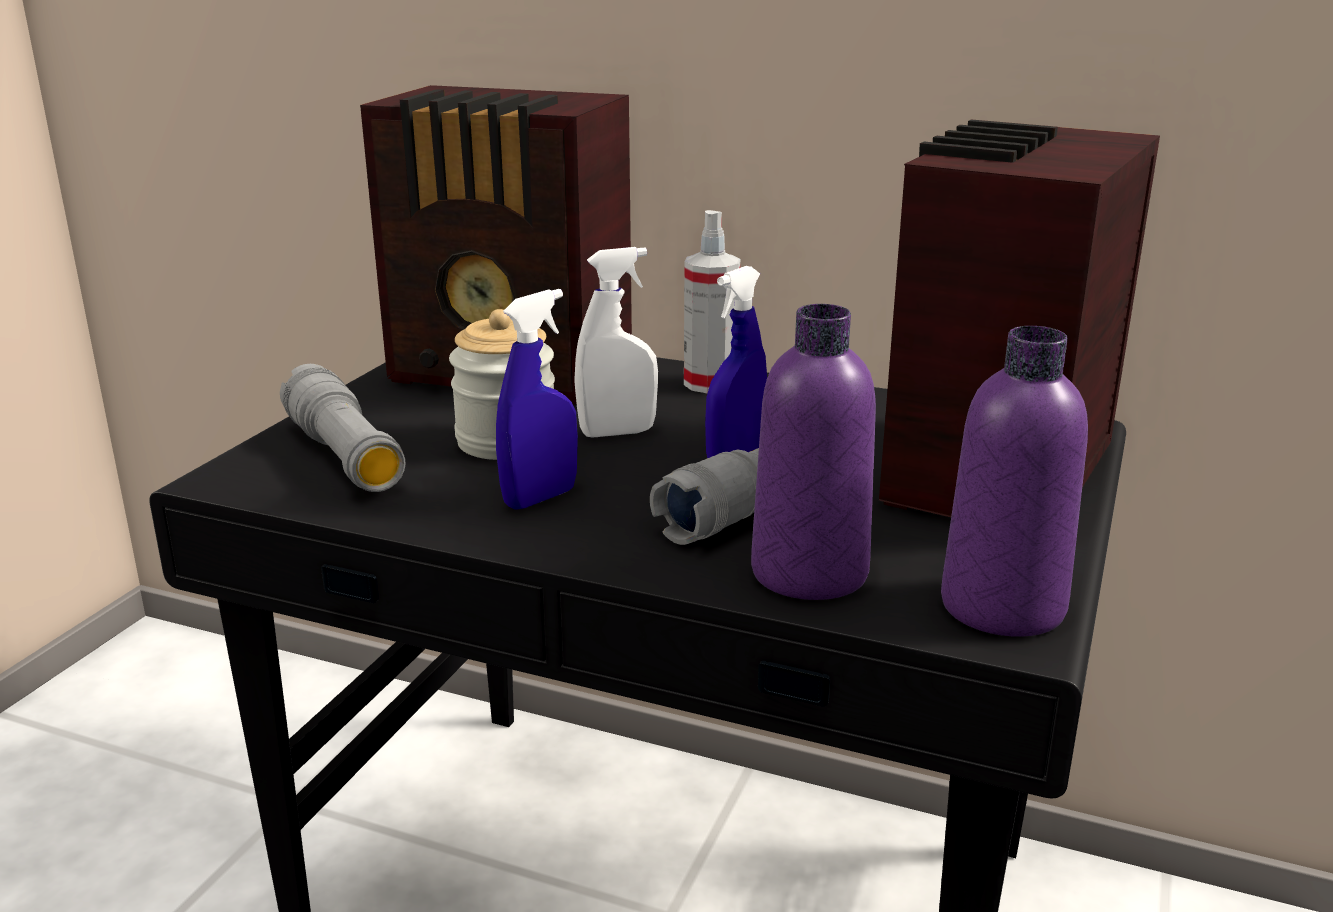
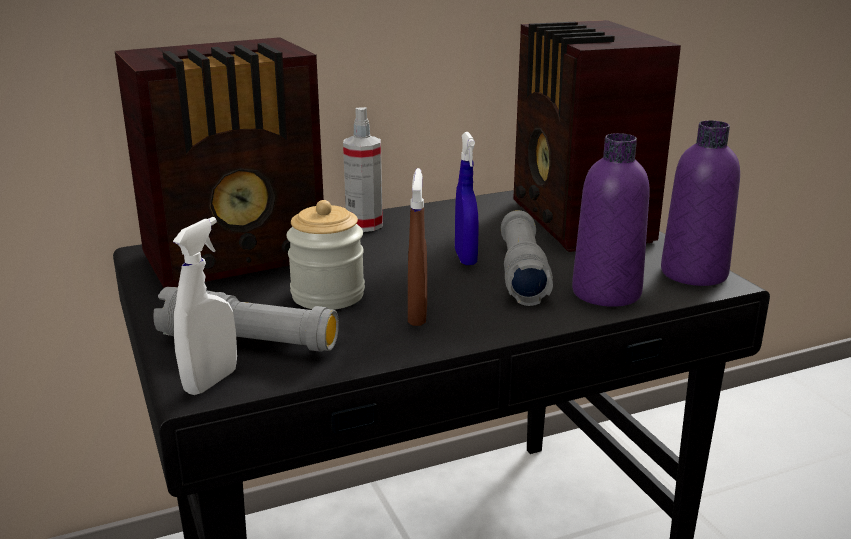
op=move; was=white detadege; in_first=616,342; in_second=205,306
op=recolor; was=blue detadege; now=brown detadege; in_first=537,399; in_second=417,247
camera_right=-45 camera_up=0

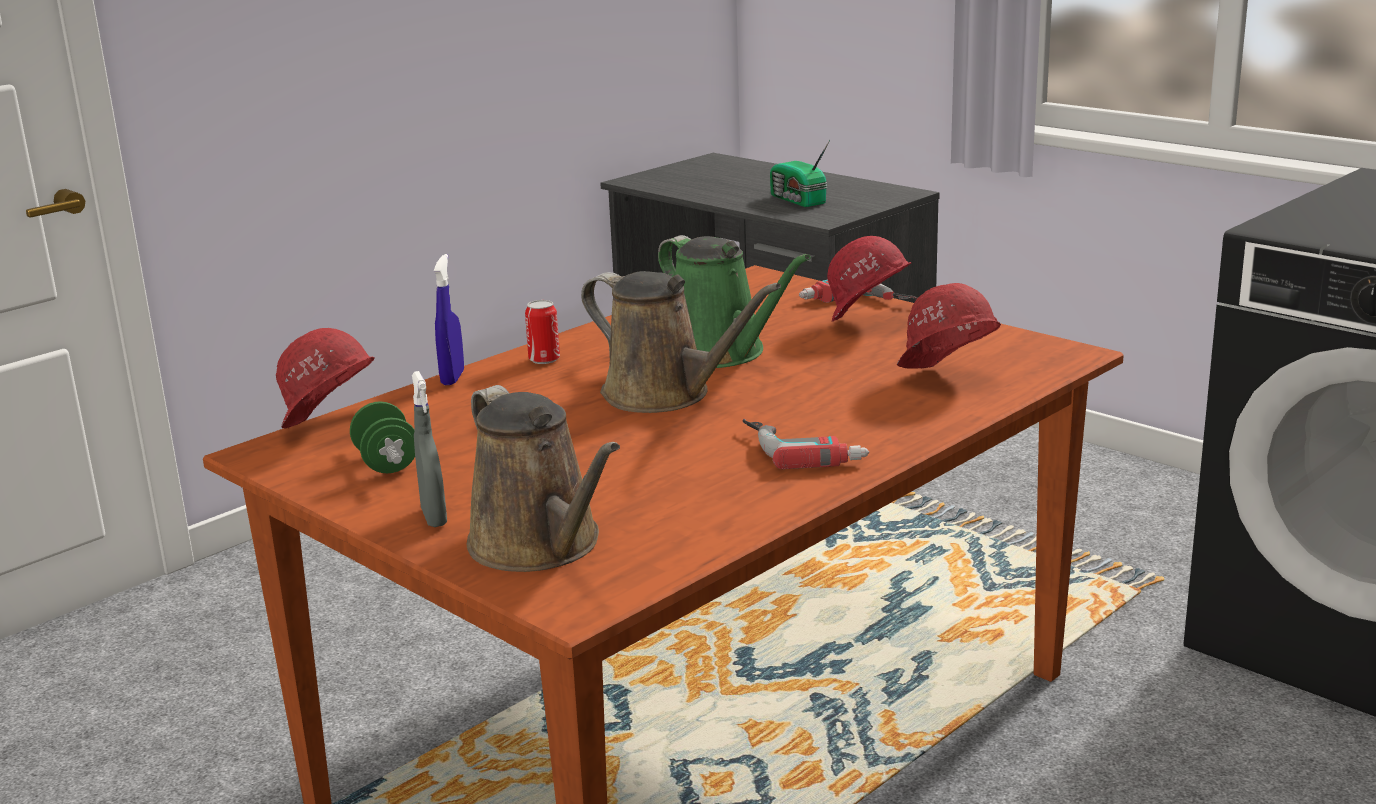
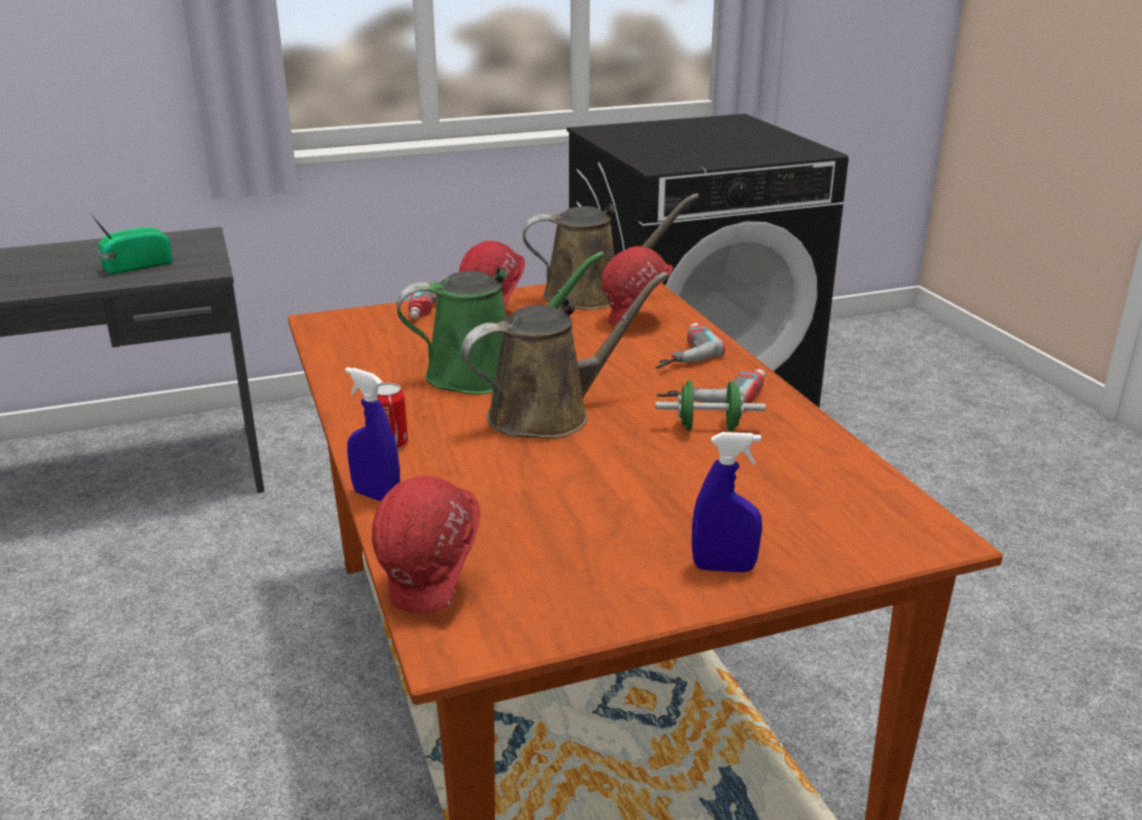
op=rotate; was=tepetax; in_first=800,173; in_second=131,243; clockwise=150
op=move; was=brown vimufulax; in_first=543,478; in_second=611,252
op=move; was=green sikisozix; in_first=382,437; in_second=710,405
op=insert; now=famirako; in_second=690,346
op=recolor; was=grey detadege; now=blue detadege; in_first=429,449; in_second=727,502
camera_right=-65 camera_up=5

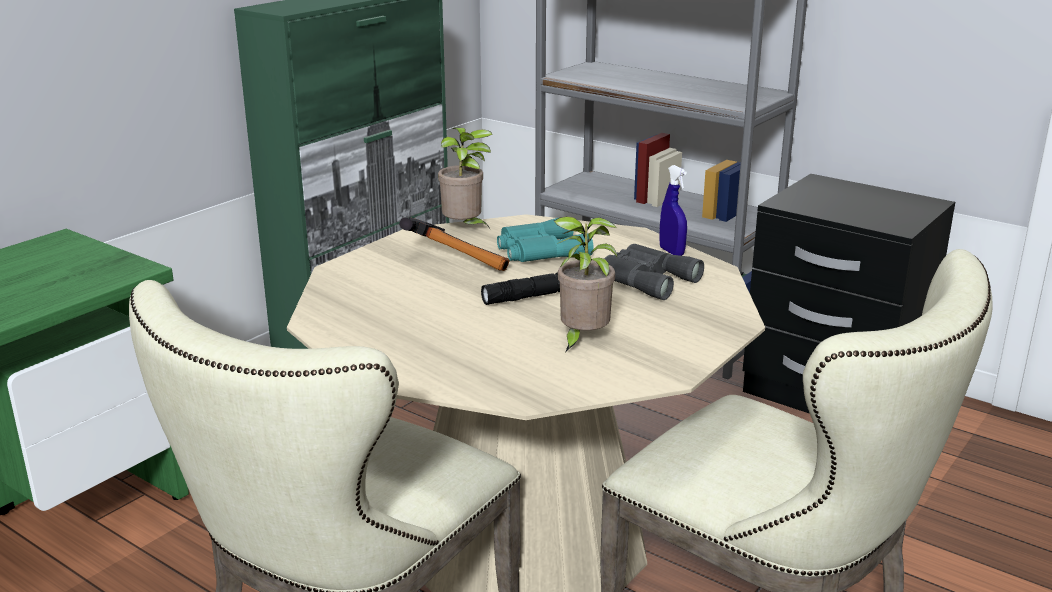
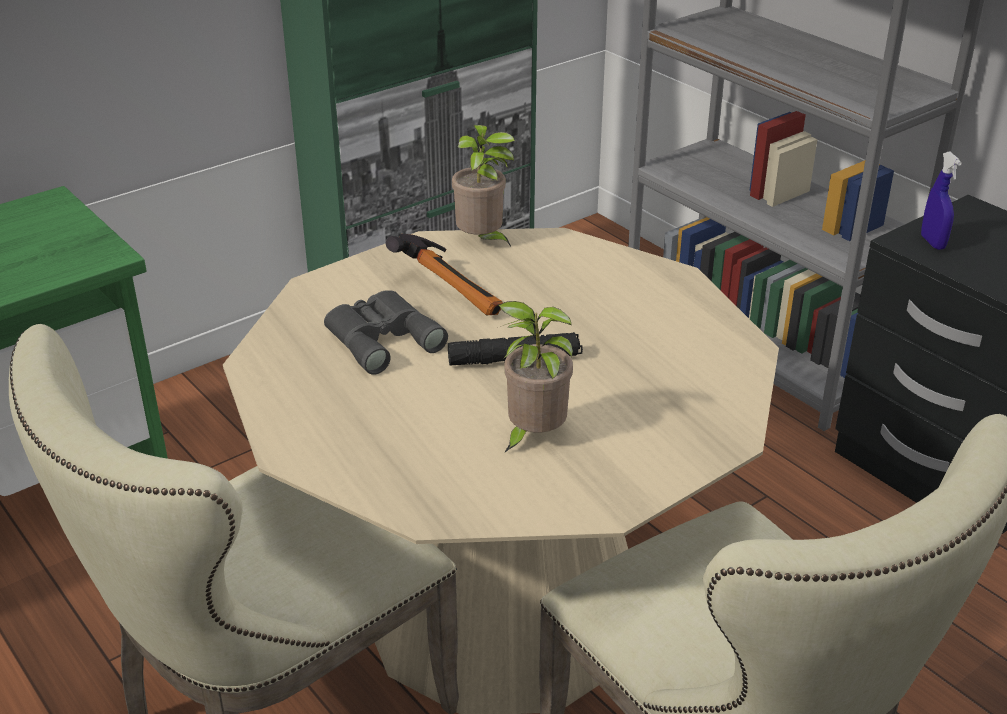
op=move; was=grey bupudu; in_first=654,272; in_second=386,332
op=move; was=blue detadege; in_first=673,210; in_second=941,201
op=delete; was=turquoise bupudu; in_first=545,239
camera_right=15 camera_up=10

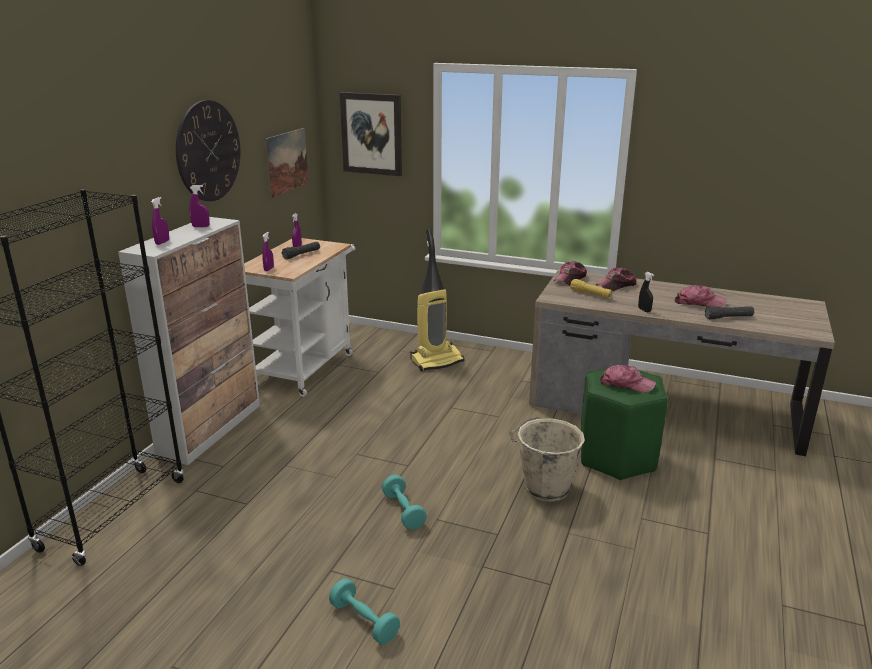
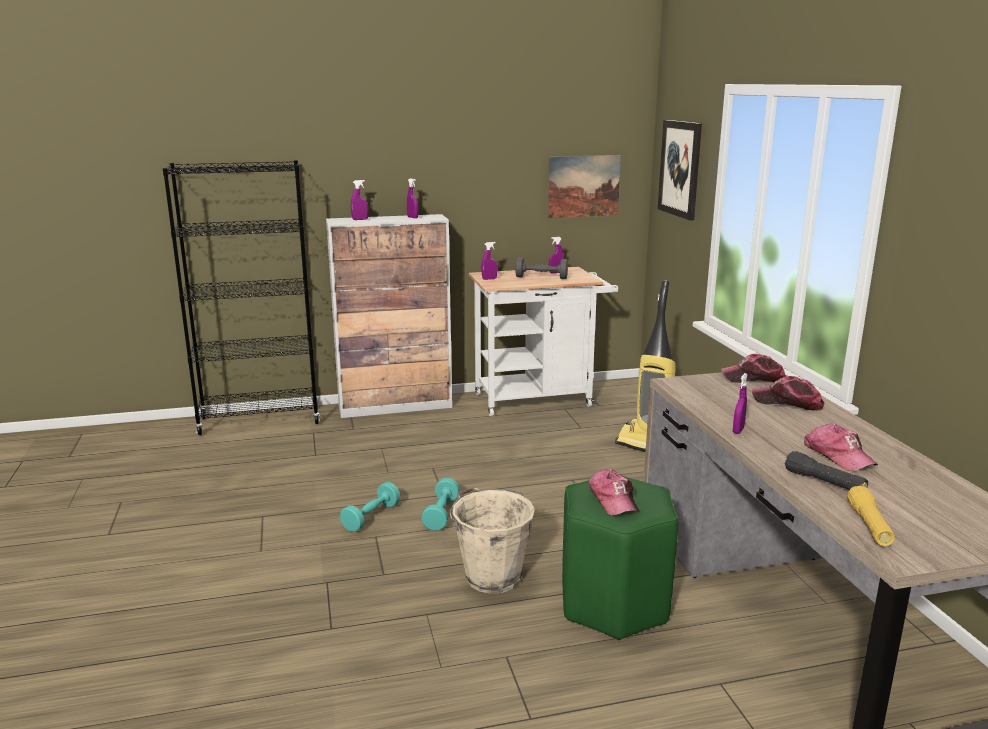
op=move; was=turquoise sikisozix; in_first=364,612; in_second=440,504
op=replace; was=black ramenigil; now=grey sikisozix; in_first=301,250; in_second=541,268
op=recolor; was=black detadege; now=purple detadege; in_first=646,292; in_second=740,403
op=move; was=yellow ramenigil; in_first=591,289; in_second=871,516
op=delete; was=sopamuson; in_first=208,150
camera_right=55 camera_up=-5

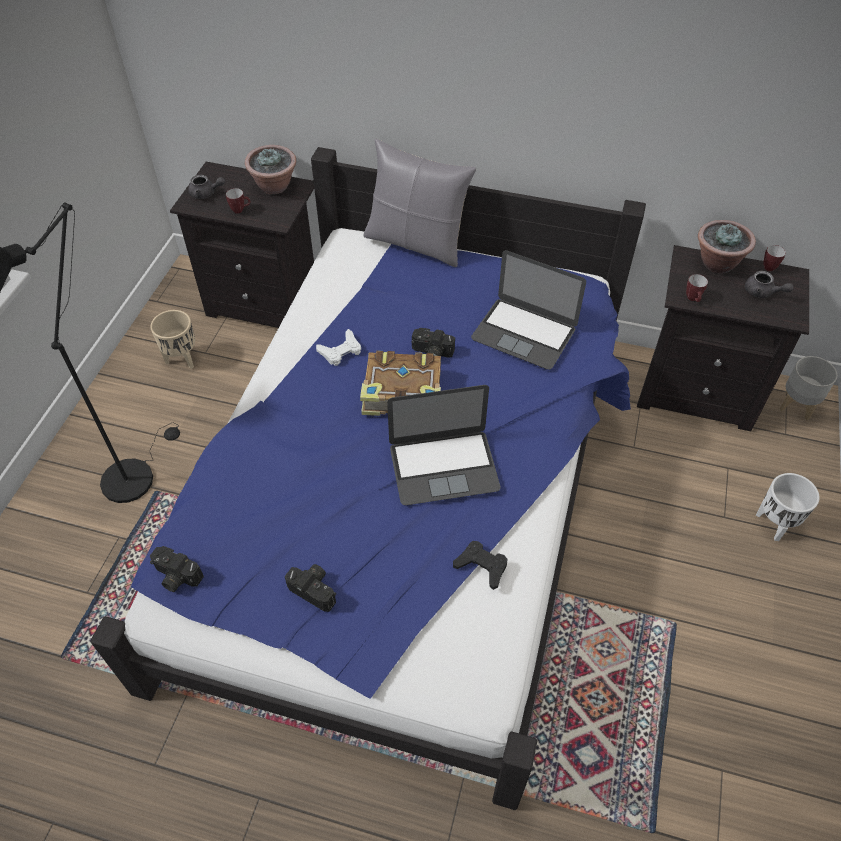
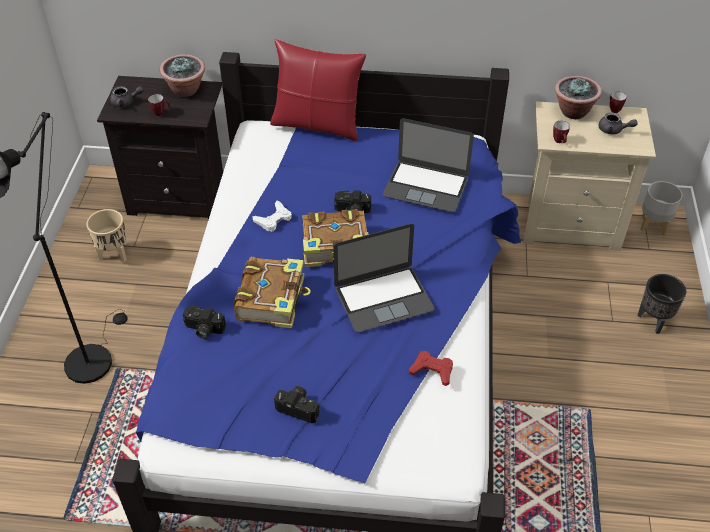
op=move; was=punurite; in_first=177,569; in_second=204,322
op=insert; now=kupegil; in_second=272,292
op=recolor; was=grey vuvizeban; now=red vuvizeban; in_first=419,203; in_second=318,90
op=recolor; was=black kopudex; now=red kopudex; in_first=480,565; in_second=431,368
op=recolor; was=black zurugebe; now=beige zurugebe; in_first=723,338; in_second=589,176
op=recolor; was=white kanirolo; now=black kanirolo; in_first=787,507; in_second=661,304
camera_right=-10 camera_up=-5

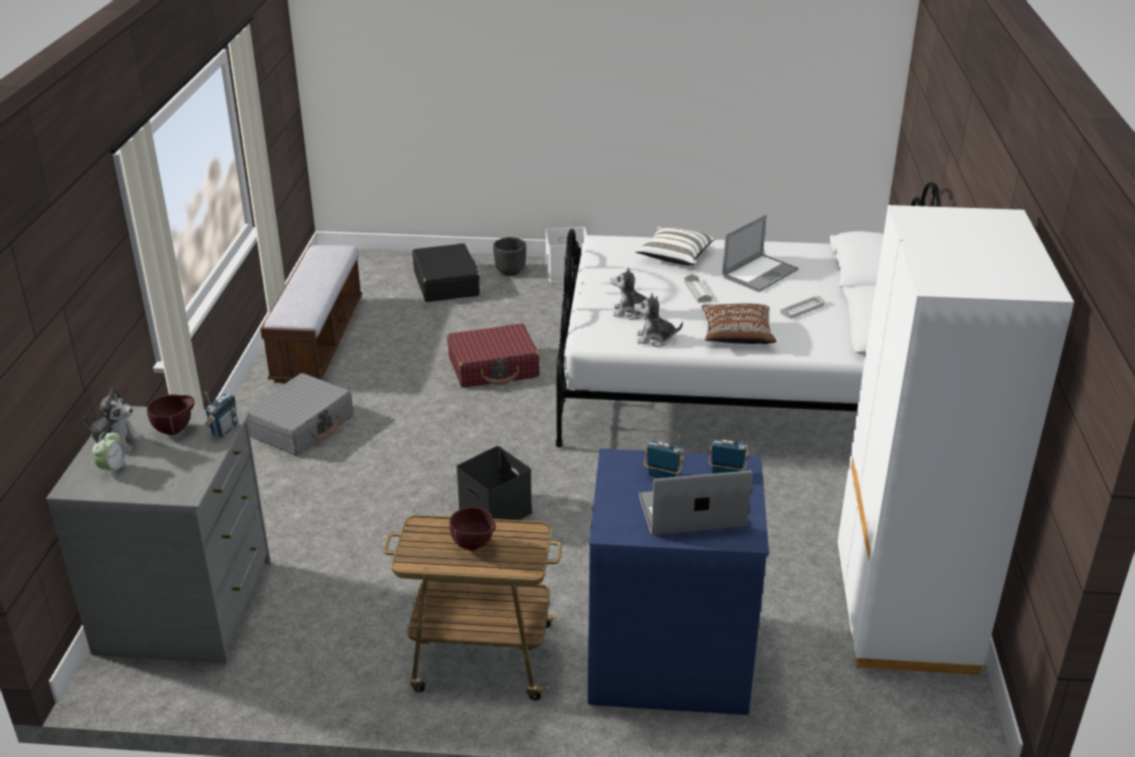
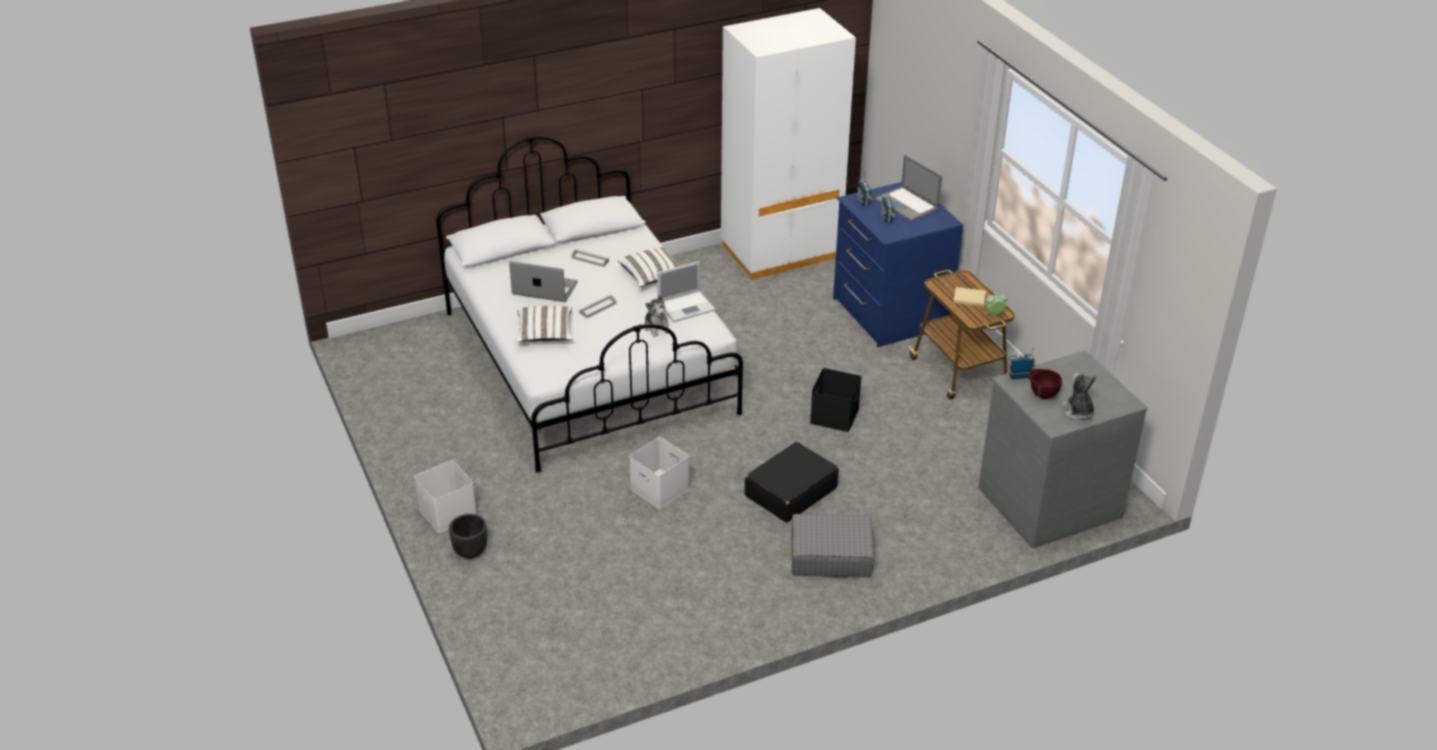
op=recolor; was=brown vuvizeban; now=white vuvizeban; in_first=739,323; in_second=648,267
op=replace; was=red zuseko; now=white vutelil; in_first=493,355; in_second=659,473
op=replace; was=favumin; now=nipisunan; in_first=658,320; in_second=686,291
op=move; was=black zuseko; in_first=446,272; in_second=792,482
op=replace; was=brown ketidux; now=beige kupegil; in_first=472,528; in_second=969,297
op=move; was=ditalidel; in_first=110,455; in_second=996,304
op=delete; was=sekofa; in_first=311,314
camera_right=-120 camera_up=5

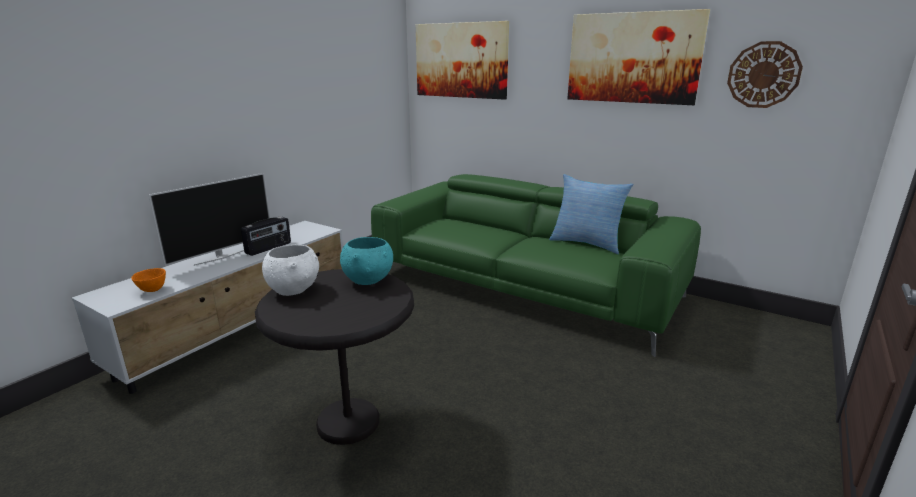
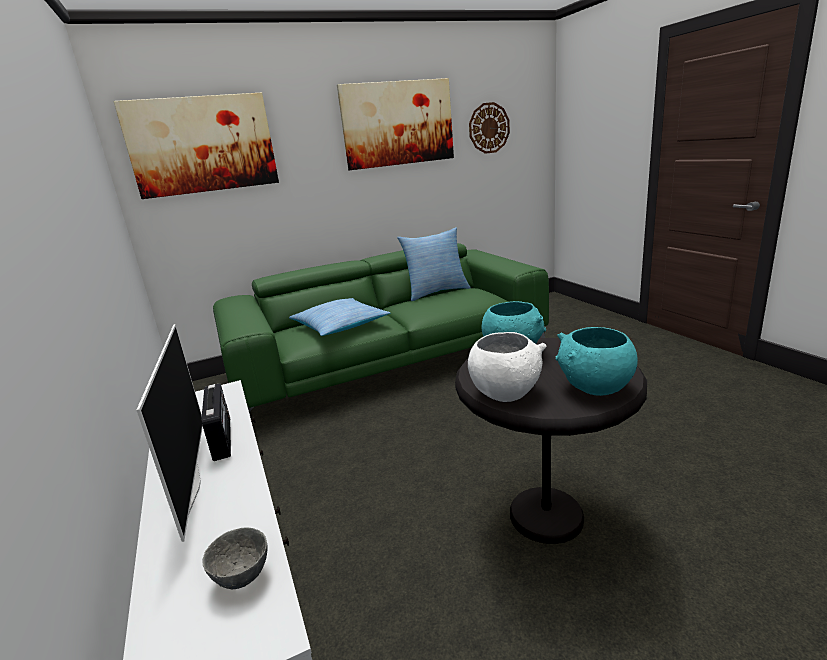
op=recolor; was=orange ketidux; now=grey ketidux; in_first=148,280; in_second=235,558
op=insert; now=vuvizeban; in_second=340,317
op=insert; now=turquoise ketidux; in_second=596,361
camera_right=-55 camera_up=0

